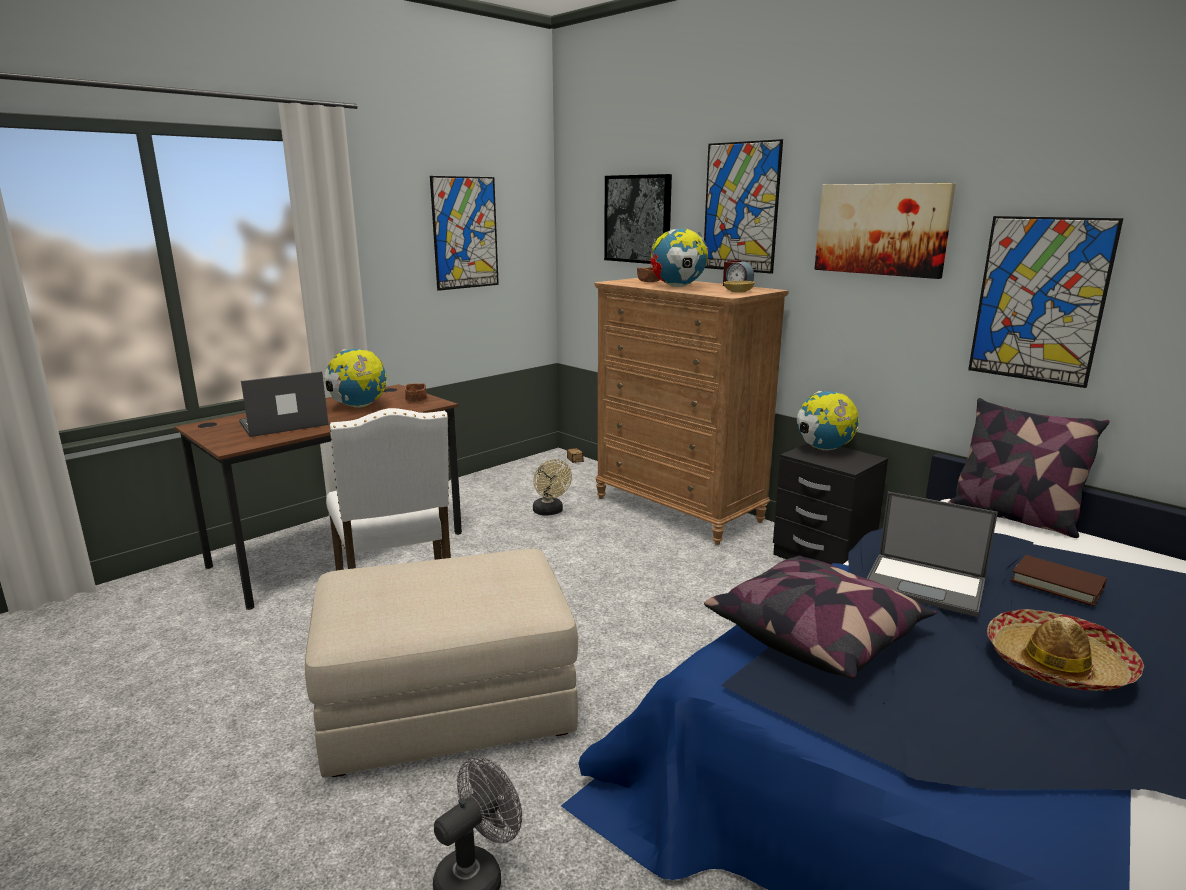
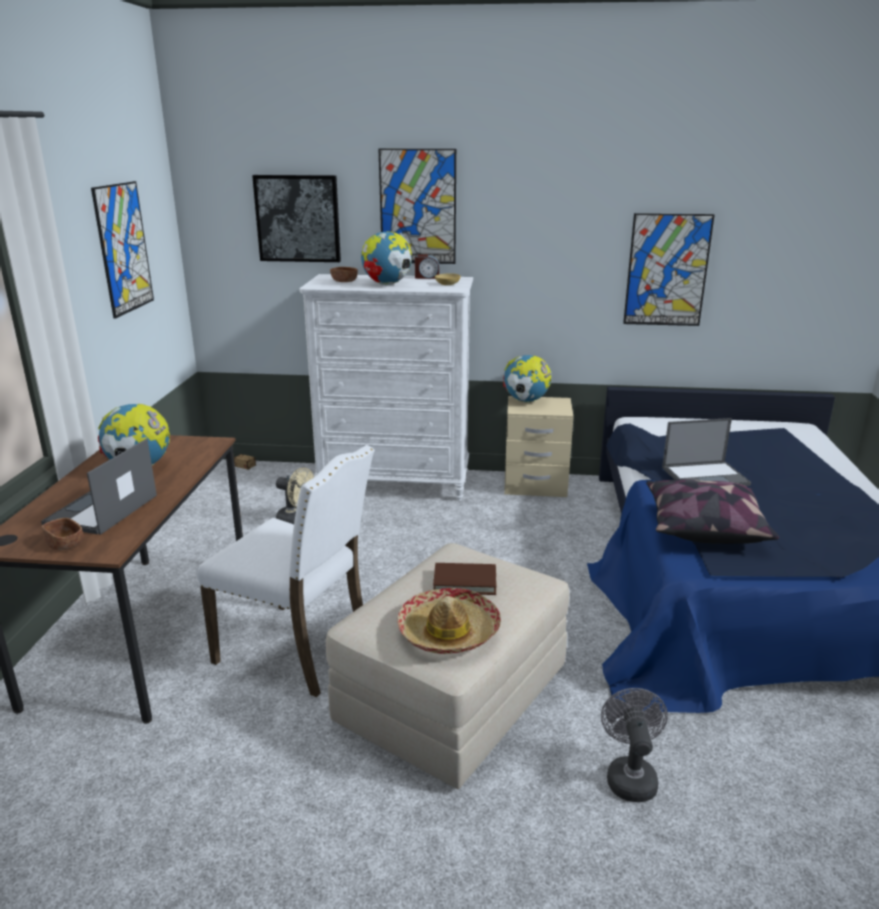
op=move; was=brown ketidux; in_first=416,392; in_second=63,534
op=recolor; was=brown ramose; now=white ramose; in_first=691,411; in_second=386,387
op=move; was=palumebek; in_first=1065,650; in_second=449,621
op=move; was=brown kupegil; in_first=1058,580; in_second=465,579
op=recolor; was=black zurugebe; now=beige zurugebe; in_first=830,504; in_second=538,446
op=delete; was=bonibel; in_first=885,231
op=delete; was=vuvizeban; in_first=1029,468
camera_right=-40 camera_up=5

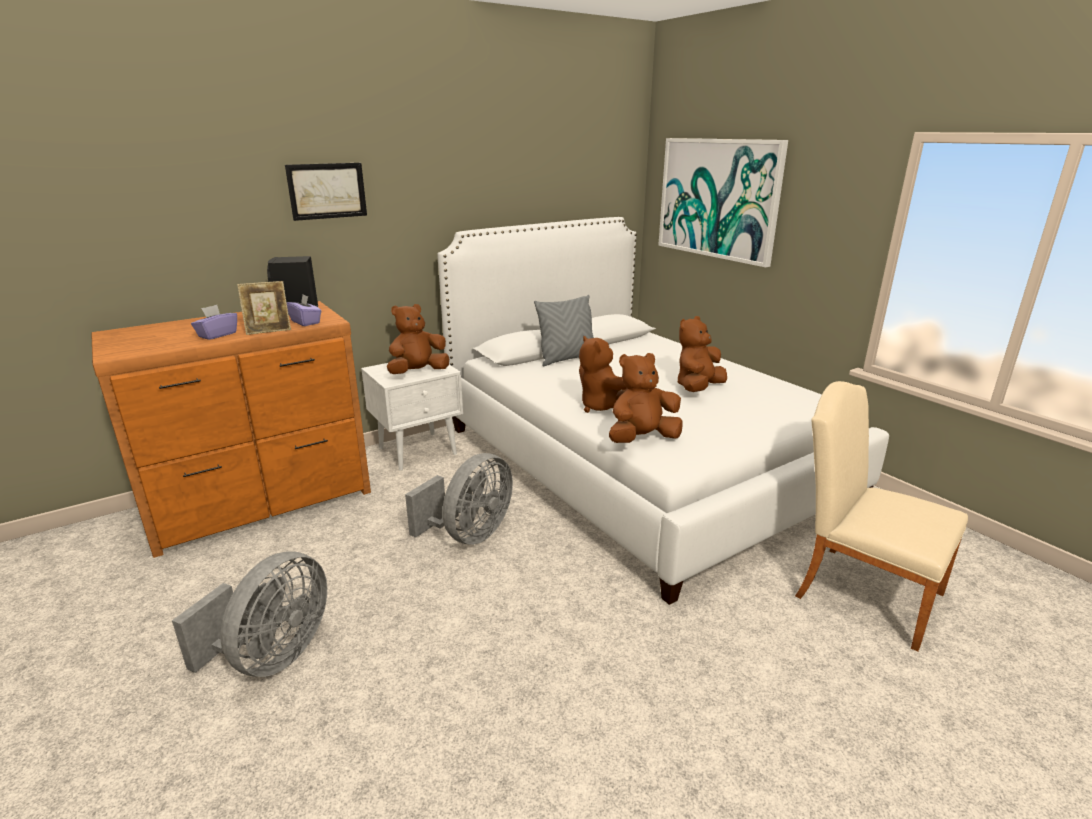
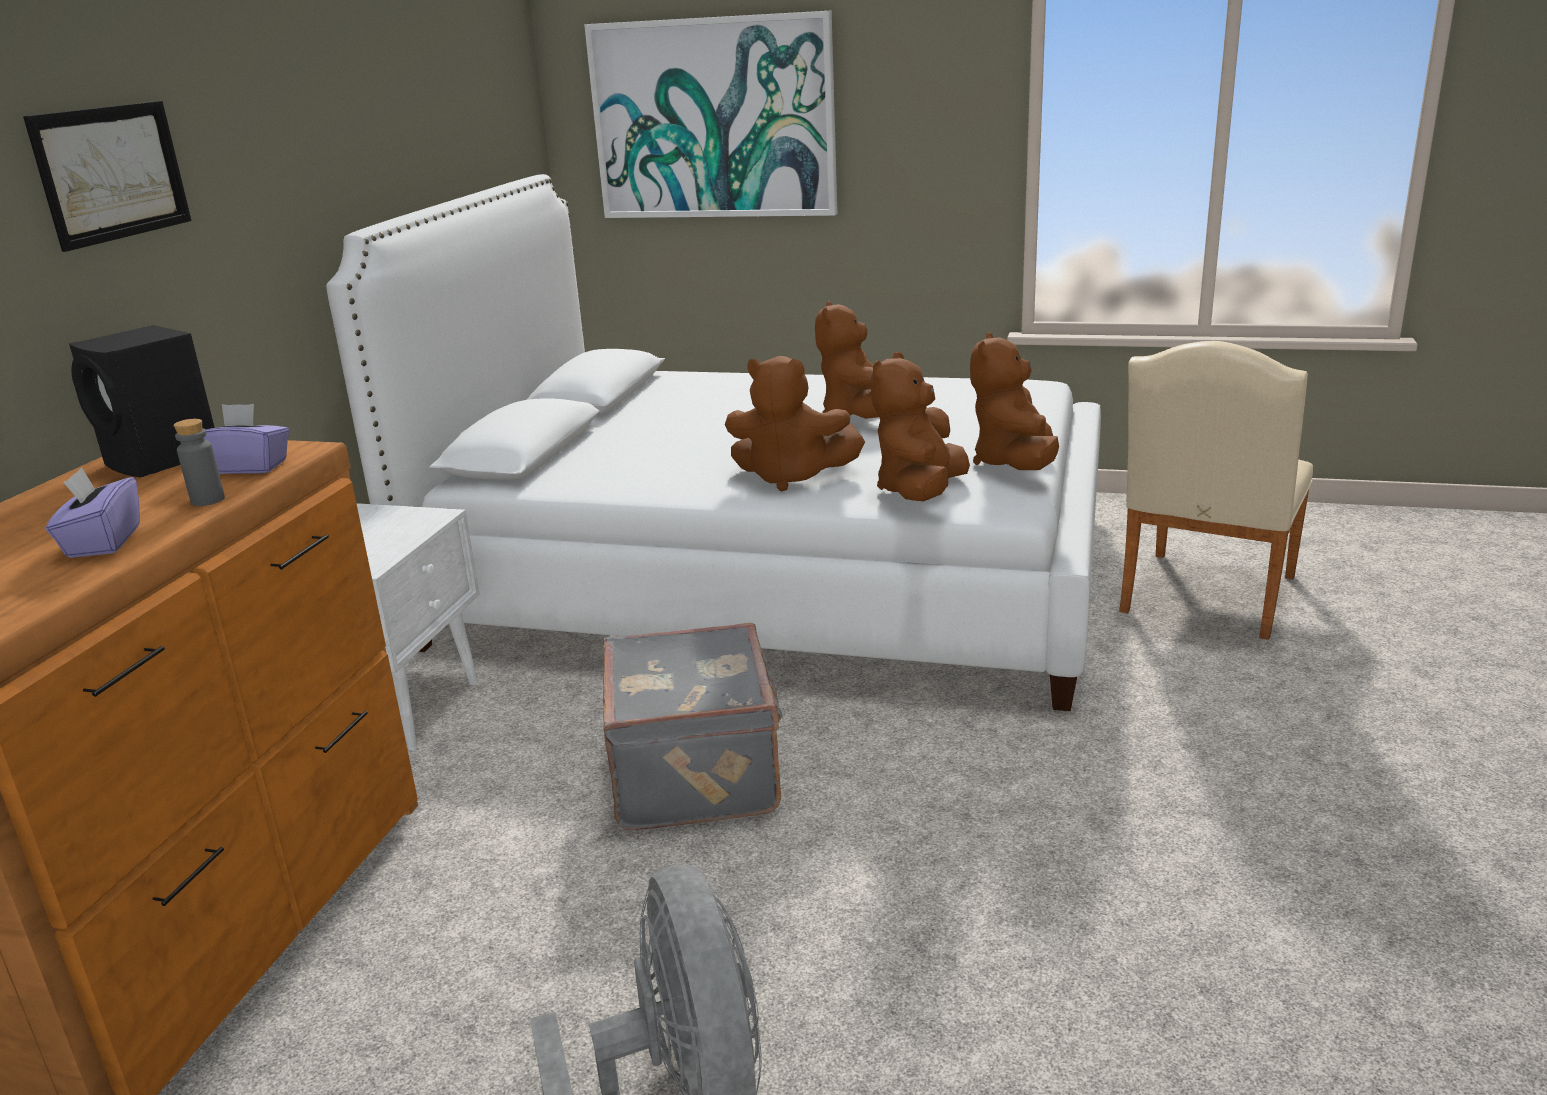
op=replace; was=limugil; now=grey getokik; in_first=264,308; in_second=199,462
op=replace; was=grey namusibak; now=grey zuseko; in_first=459,499; in_second=693,726
op=move; was=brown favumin; in_first=418,339; in_second=1014,401
op=rotate; was=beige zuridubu; in_first=881,516; in_second=1216,490; clockwise=-60
op=delete; was=grey vuvizeban; in_first=564,330
camera_right=-40 camera_up=0

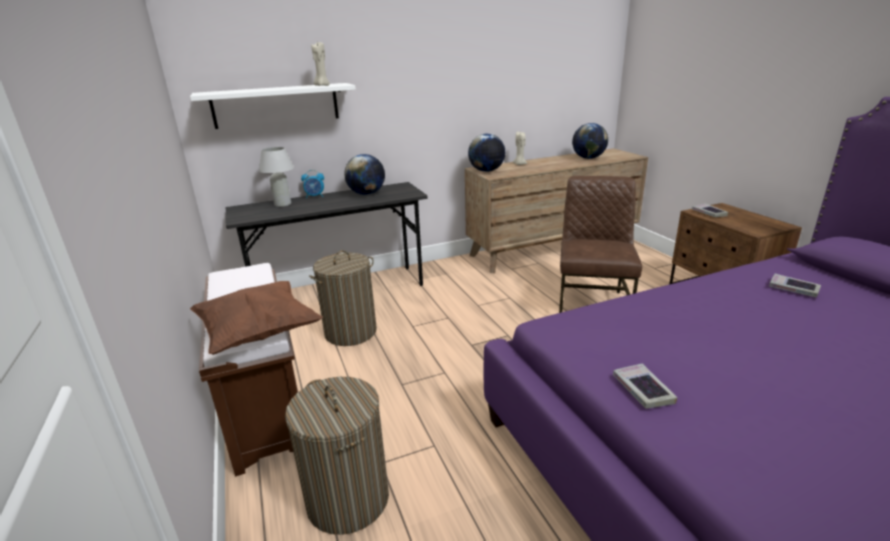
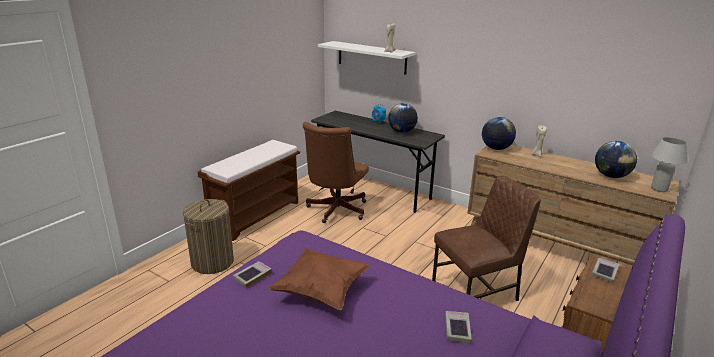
op=move; was=brown vuvizeban; in_first=256,318; in_second=319,279
op=replace; was=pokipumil; now=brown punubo; in_first=343,298; in_second=336,172
op=move; was=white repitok; in_first=276,177; in_second=669,164
camera_right=55 camera_up=0

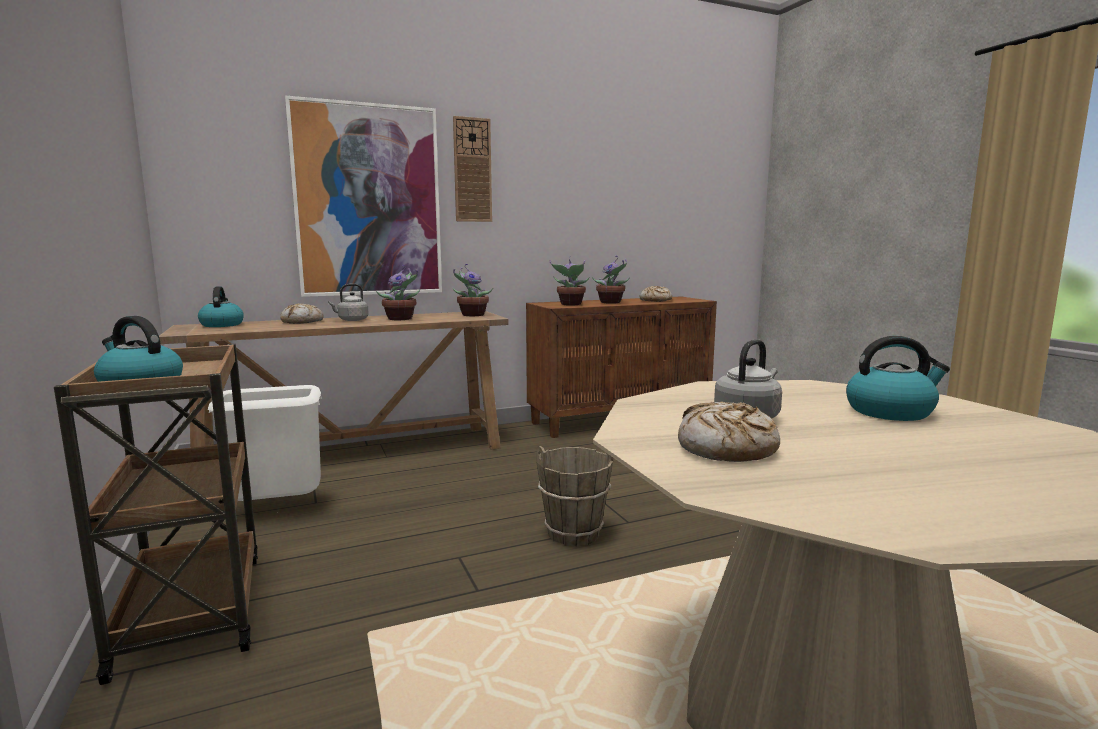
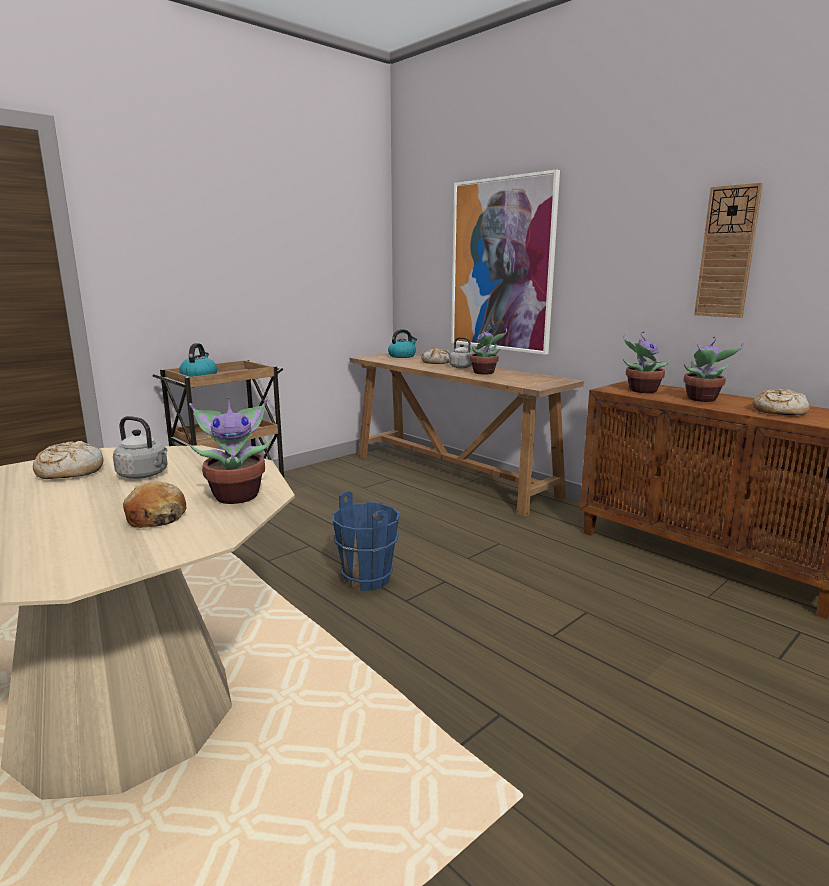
op=replace; was=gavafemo; now=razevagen; in_first=898,378; in_second=154,504
op=move; was=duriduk; in_first=472,290; in_second=230,450
op=recolor; was=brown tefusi; now=blue tefusi; in_first=574,496; in_second=366,541
op=move; was=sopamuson; in_first=472,169; in_second=728,250
op=delete; was=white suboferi; in_first=265,443
camera_right=70 camera_up=5

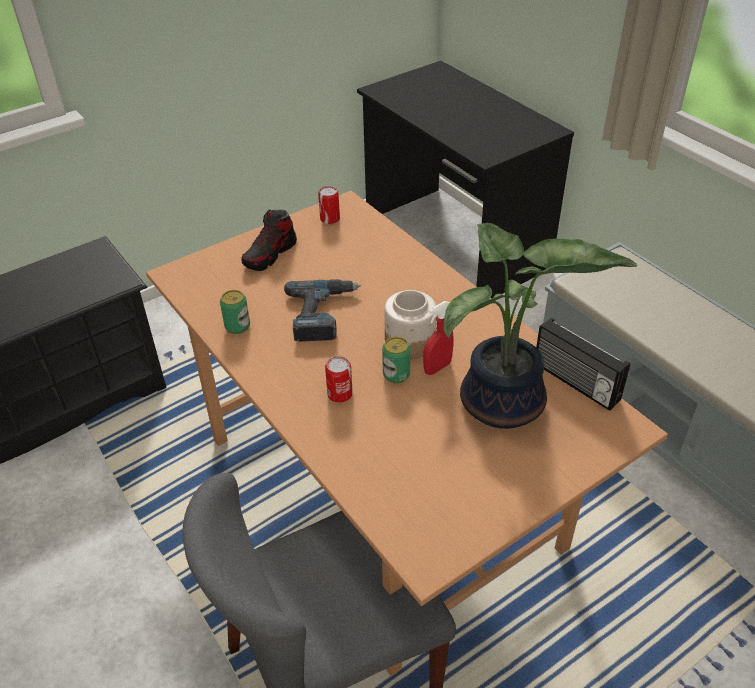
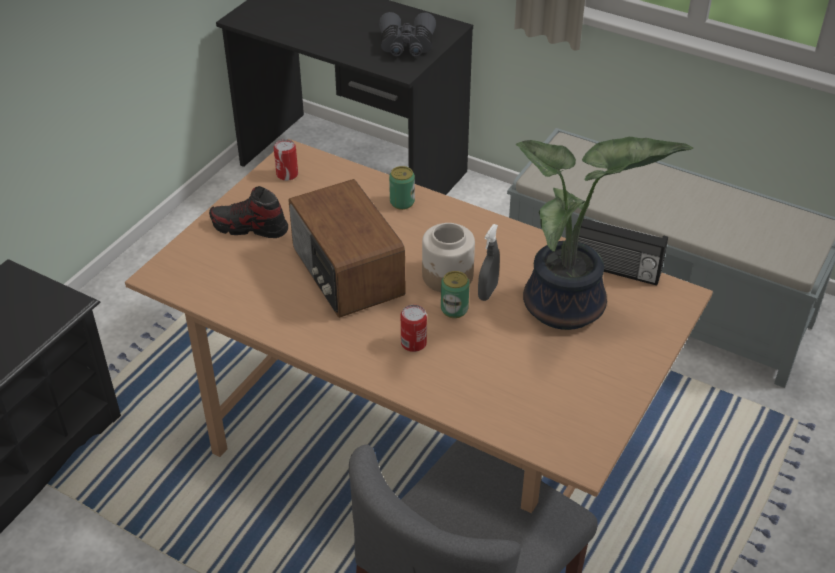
op=rotate; was=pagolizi; in_first=269,240; in_second=248,212; clockwise=90
op=replace; was=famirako; now=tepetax; in_first=322,310; in_second=347,248
op=insert; now=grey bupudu; in_second=407,34
op=move; was=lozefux; in_first=235,312; in_second=402,188
op=recolor; was=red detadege; now=grey detadege; in_first=438,338; in_second=489,262
camera_right=-25 camera_up=0

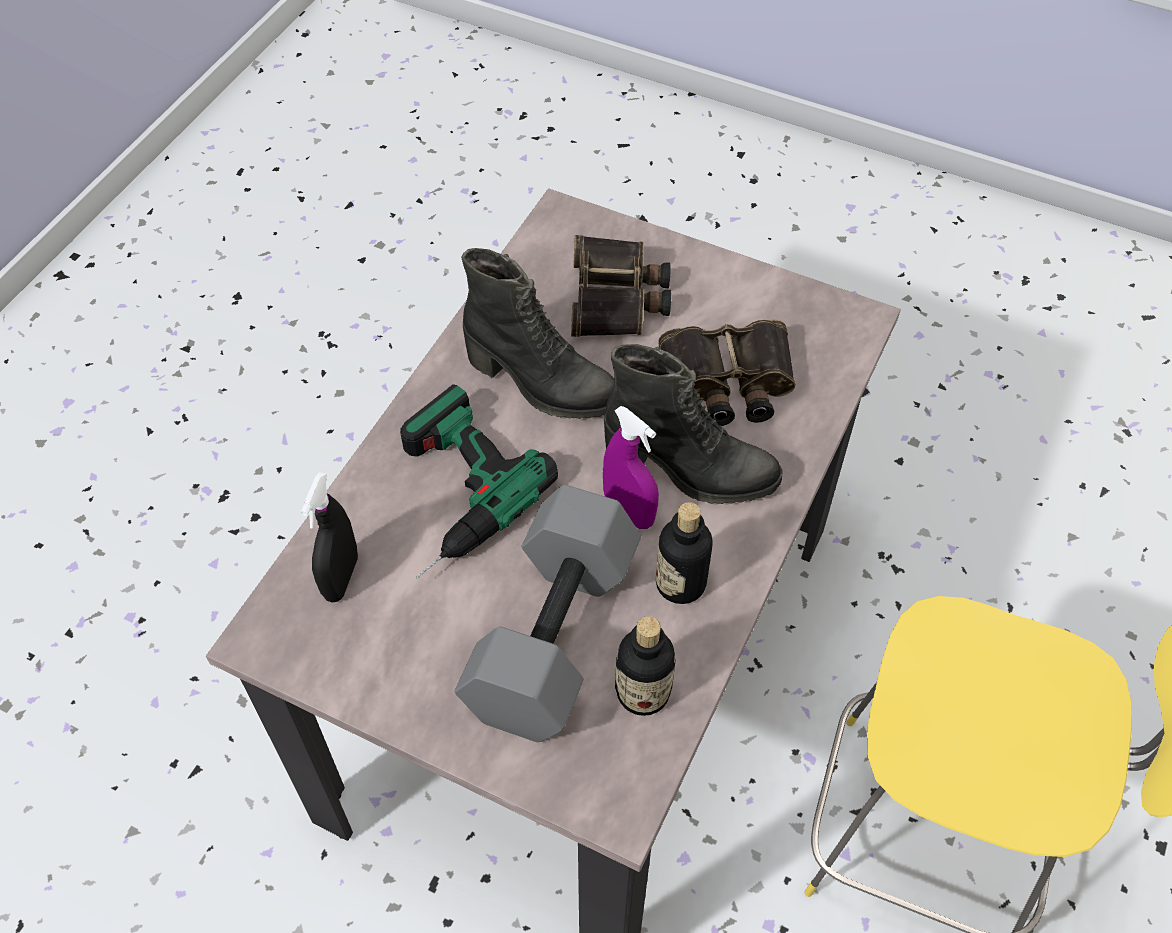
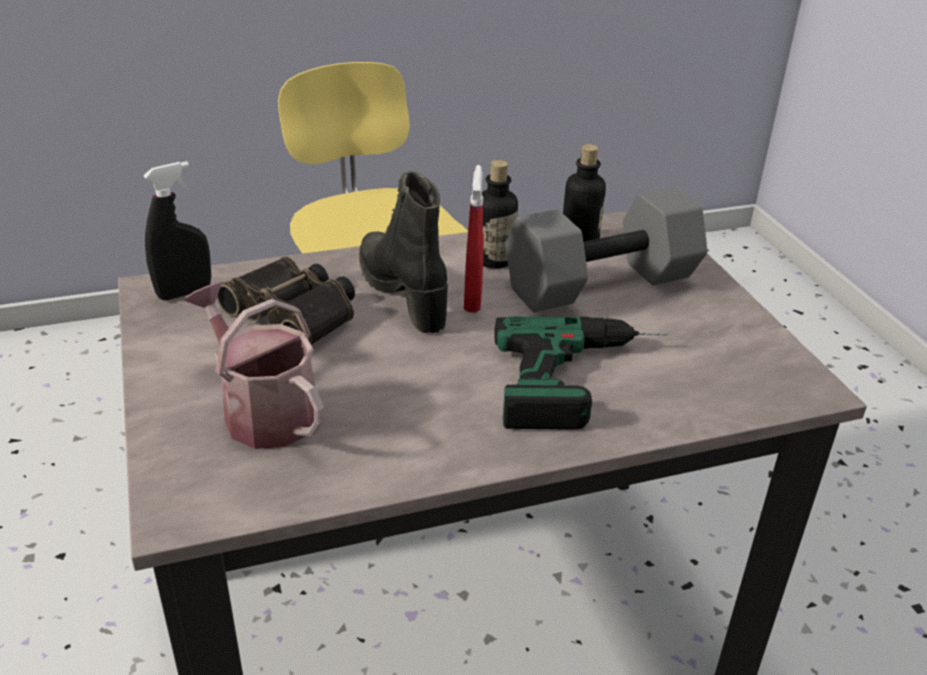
op=move; was=black detadege; in_first=329,537; in_second=177,230
op=replace; was=bupudu; now=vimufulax; in_first=621,286; in_second=254,365
op=recolor; was=purple detadege; now=red detadege; in_first=631,467; in_second=474,239
op=delete; was=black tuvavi; in_first=537,333
camera_right=-135 camera_up=-20

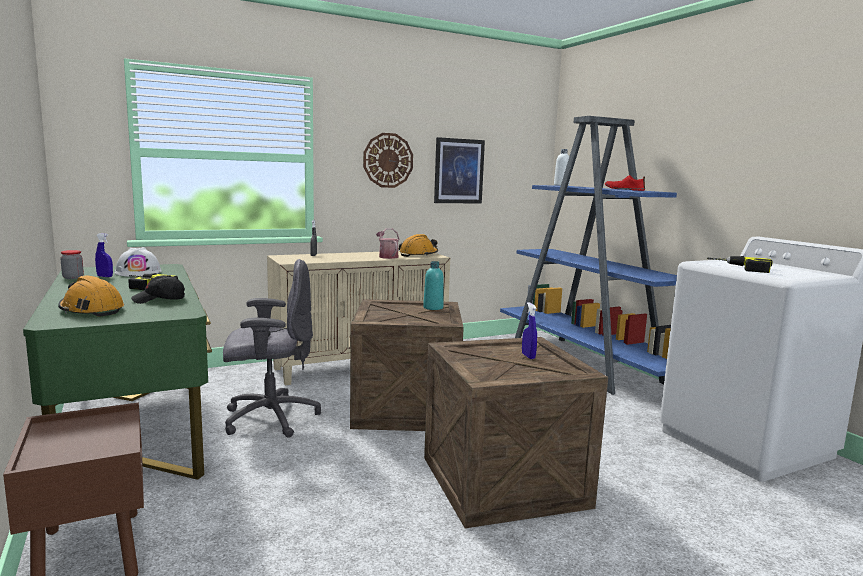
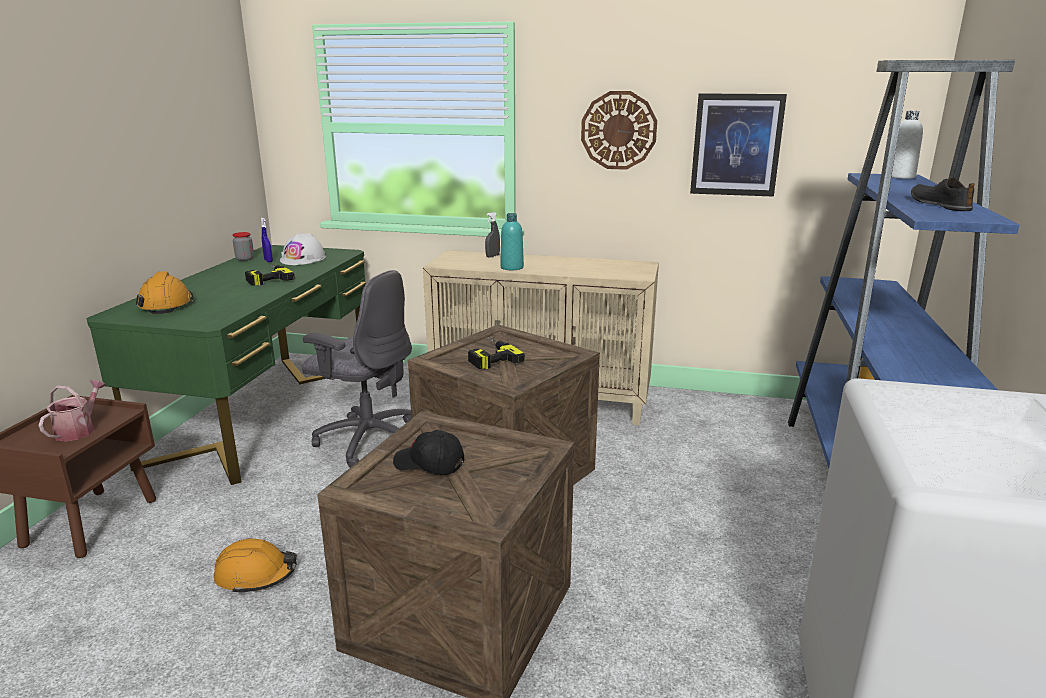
op=move; was=vimufulax; in_first=387,243; in_second=72,411
op=move; was=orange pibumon; in_first=418,245; in_second=255,566
op=move; was=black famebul; in_first=158,289; in_second=428,452
op=move; was=famirako; in_first=740,264; in_second=496,353
op=move; was=turquoise getokik; in_first=433,285; in_second=512,241
op=recolor; was=red pagolizi; now=black pagolizi; in_first=625,183; in_second=942,194
op=delete; was=blue detadege; in_first=529,330
camera_right=40 camera_up=10

